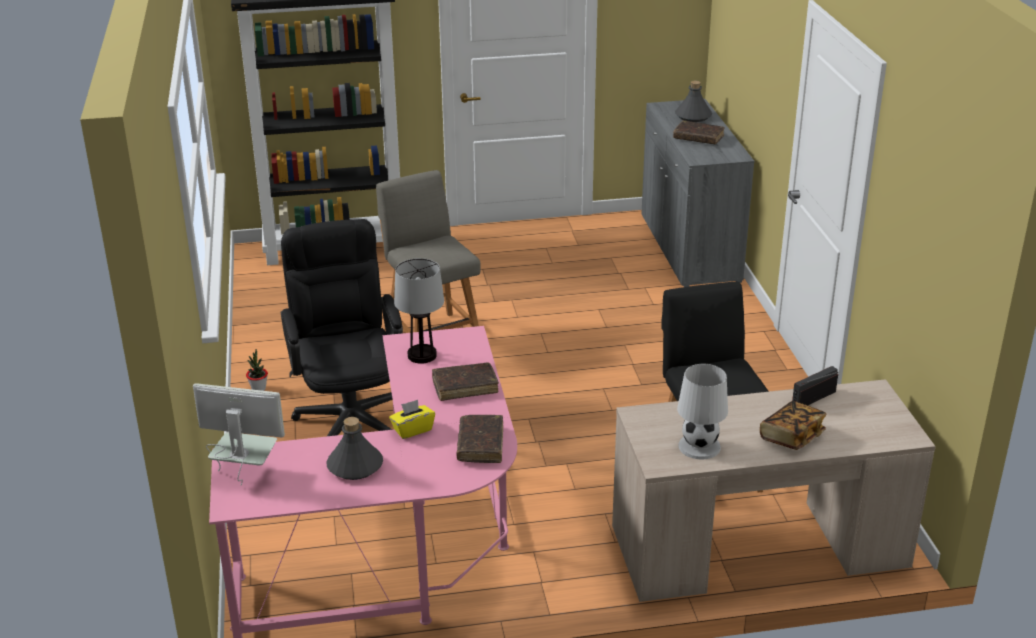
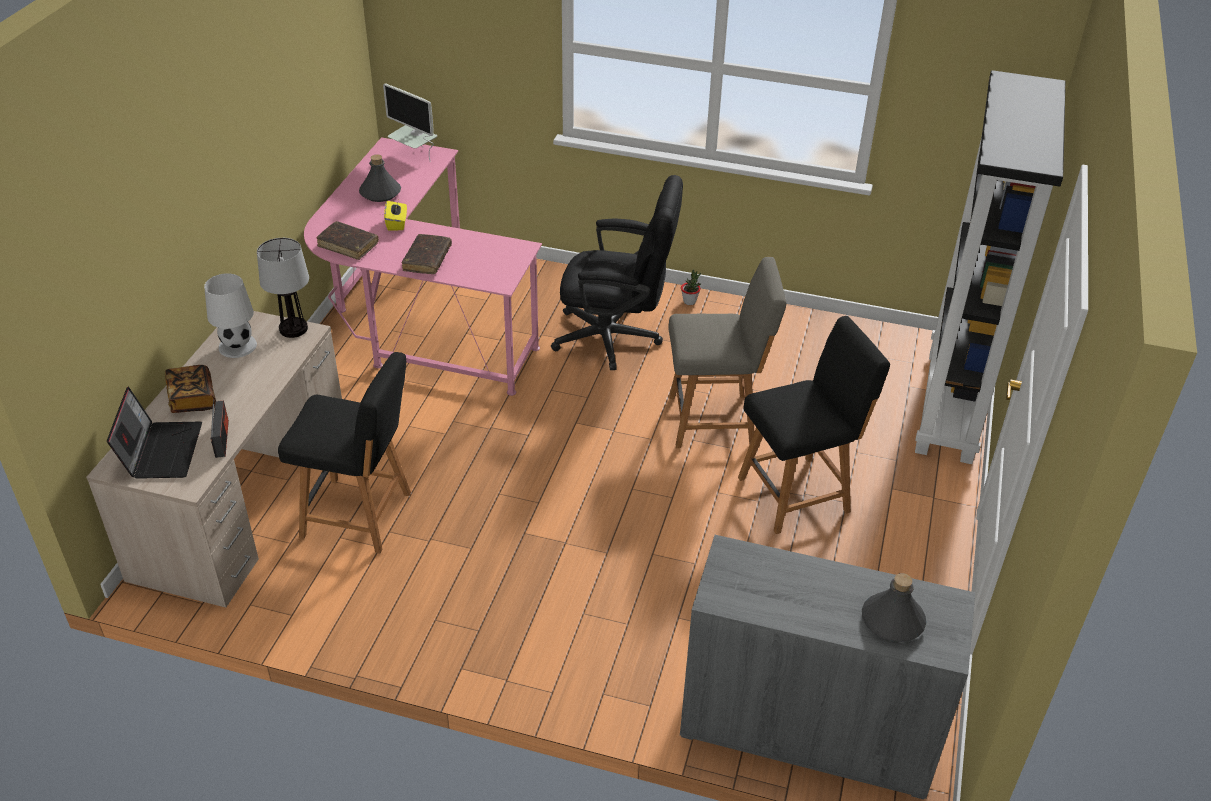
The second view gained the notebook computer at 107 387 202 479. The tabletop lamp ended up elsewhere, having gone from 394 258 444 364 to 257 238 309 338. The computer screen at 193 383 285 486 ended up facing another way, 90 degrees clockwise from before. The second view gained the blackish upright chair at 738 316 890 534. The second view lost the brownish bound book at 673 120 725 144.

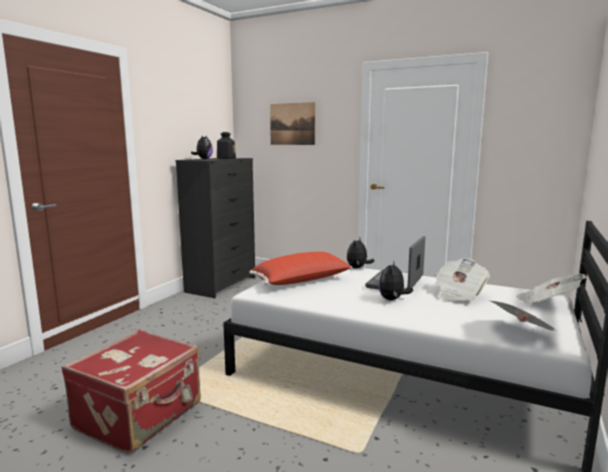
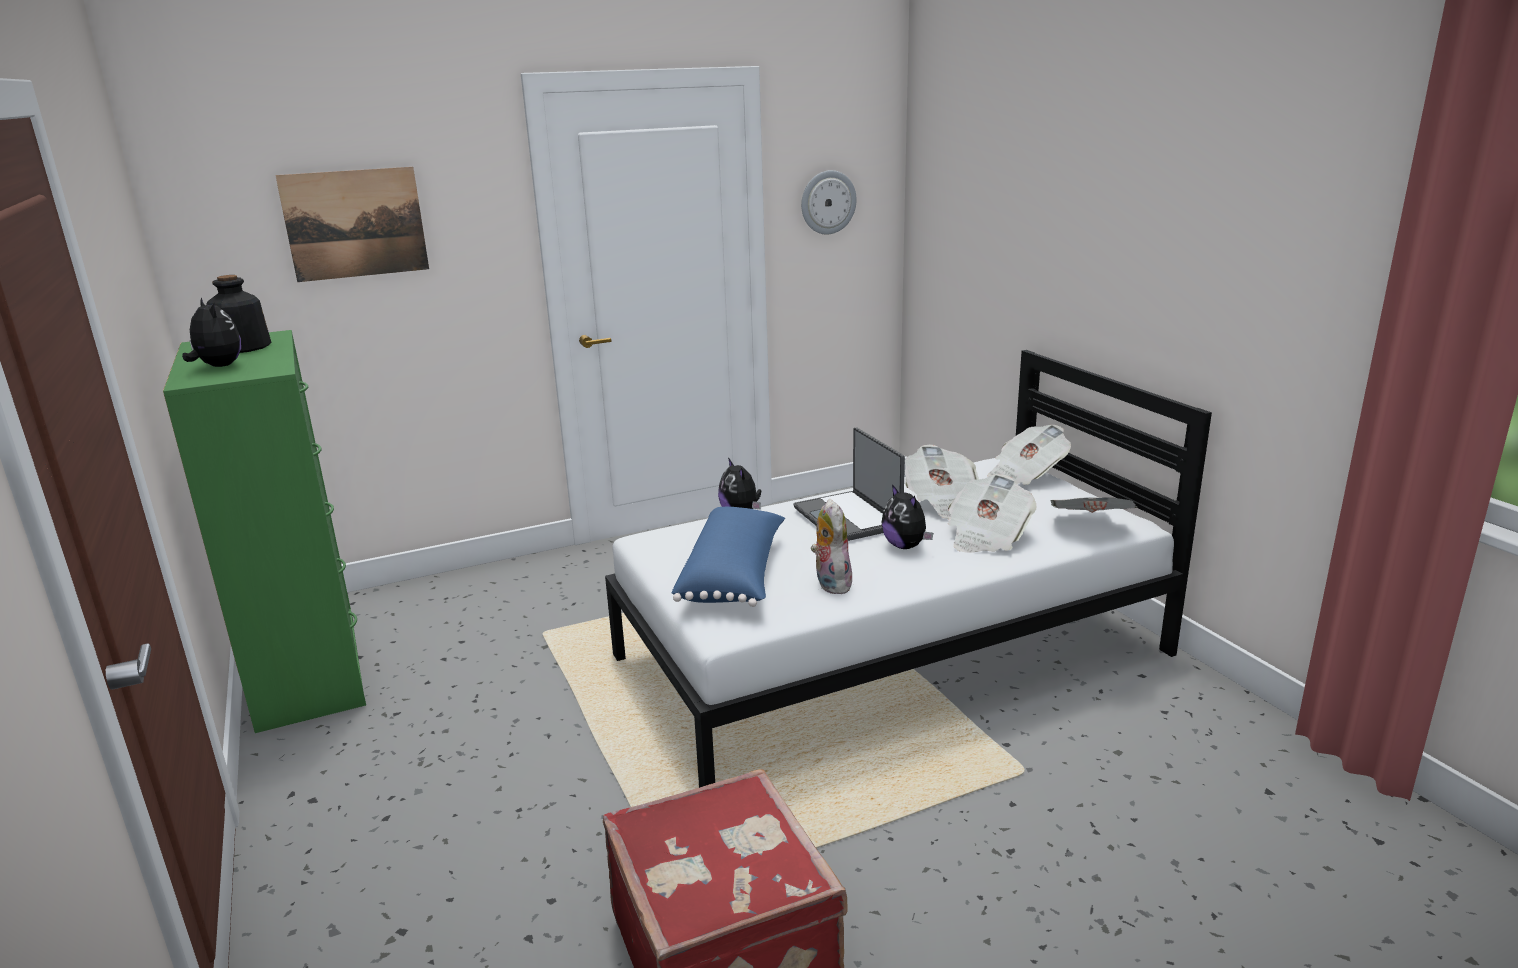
What was the blackish dresser at 175 158 255 298 turned into the greenish dresser at 163 330 366 733. What was the red-coloured throw pillow at 249 252 352 285 turned into the blue throw pillow at 671 507 785 607. The second view gained the clock on the wall at 801 170 857 235. The second view gained the plush toy at 811 499 852 594. The second view gained the daily paper at 948 474 1036 553.

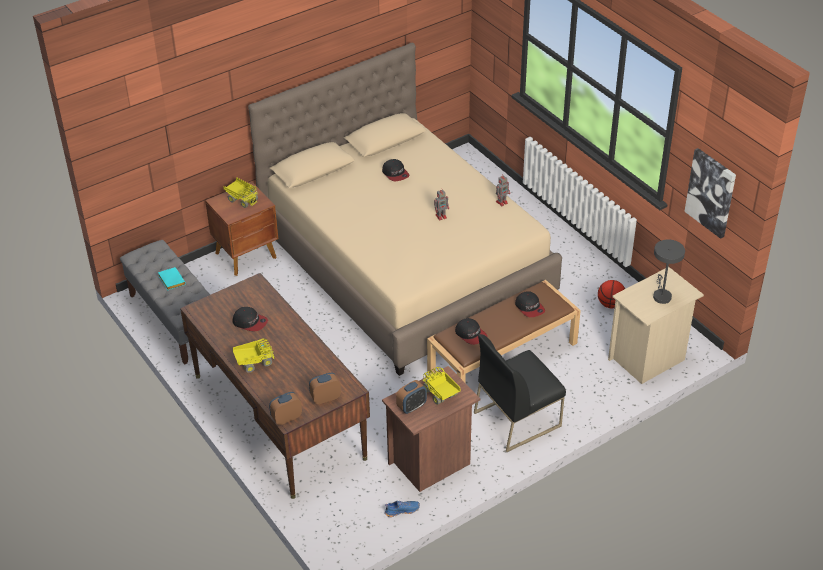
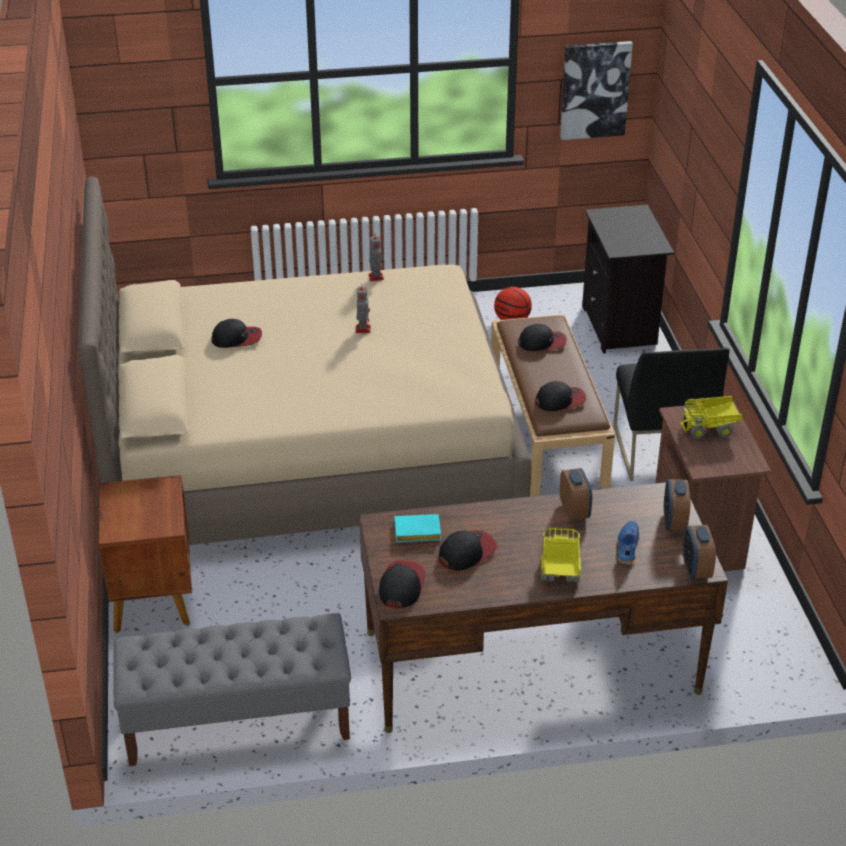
The second view gained the baseball cap at 379 560 425 608. The turquoise bound book ended up elsewhere, having gone from 158 267 186 290 to 395 514 441 542. The alarm clock ended up elsewhere, having gone from 396 380 427 414 to 560 468 592 520. What was the sand-coloured nightstand at 608 267 704 384 turned into the blackish nightstand at 582 205 674 354. The blue item of footwear ended up elsewhere, having gone from 385 501 420 517 to 617 521 639 565. The second view lost the toy truck at 224 177 258 208. The second view lost the grey tabletop lamp at 653 240 685 304.

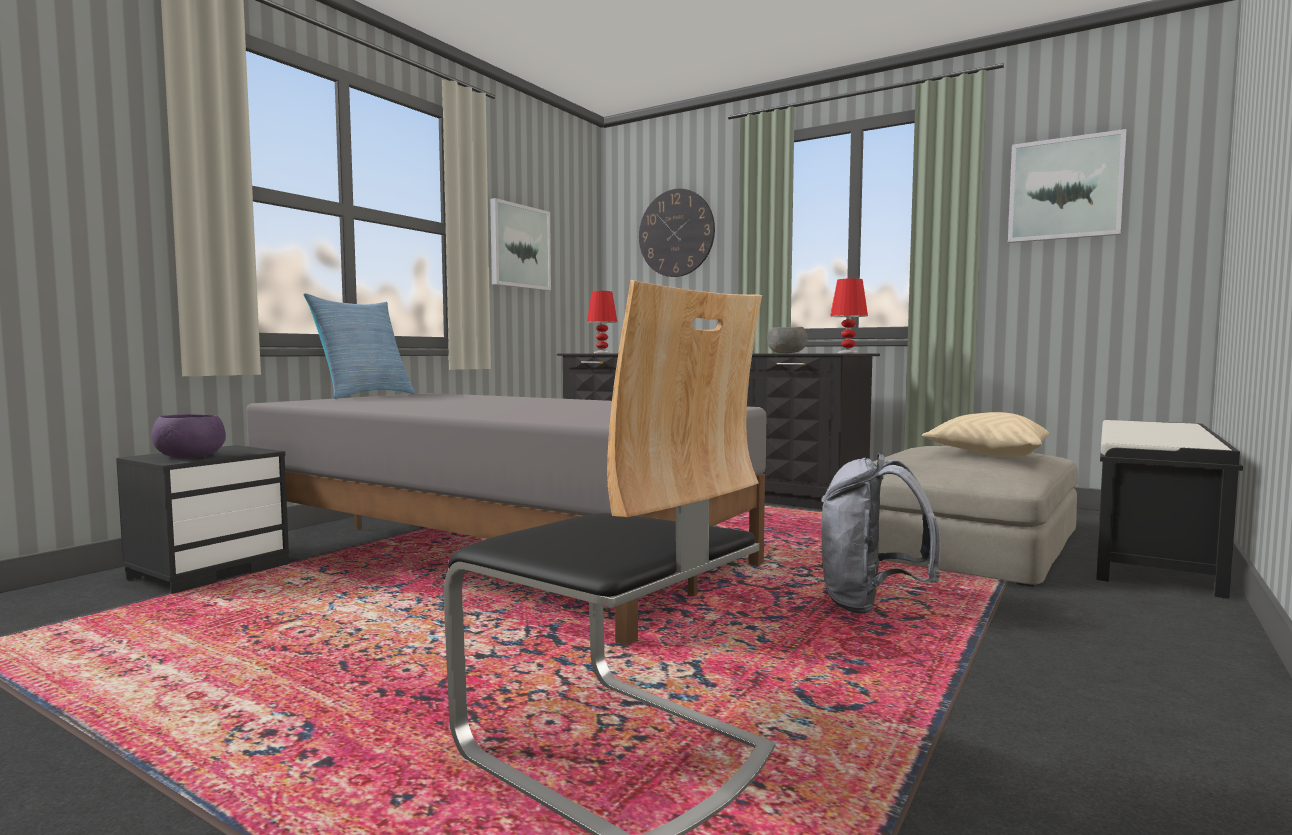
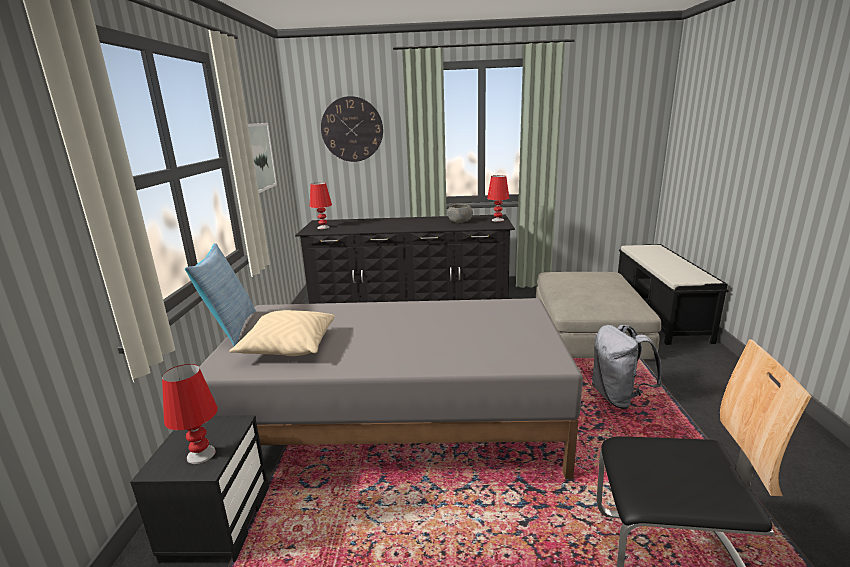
Where the purple-coloured deep dish stood at 151 414 226 458, the red-coloured tabletop lamp came to stand at 162 364 218 464. The sand-coloured throw pillow ended up elsewhere, having gone from 922 412 1049 457 to 229 310 335 356. The second view lost the picture at 1008 129 1127 243.

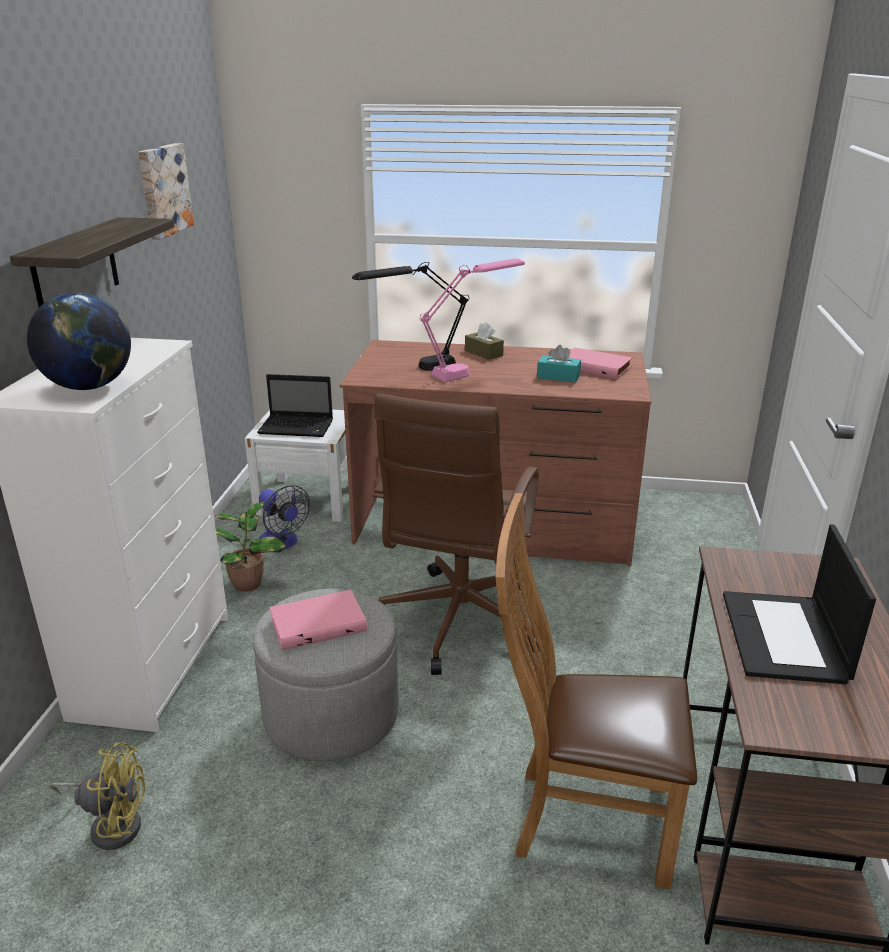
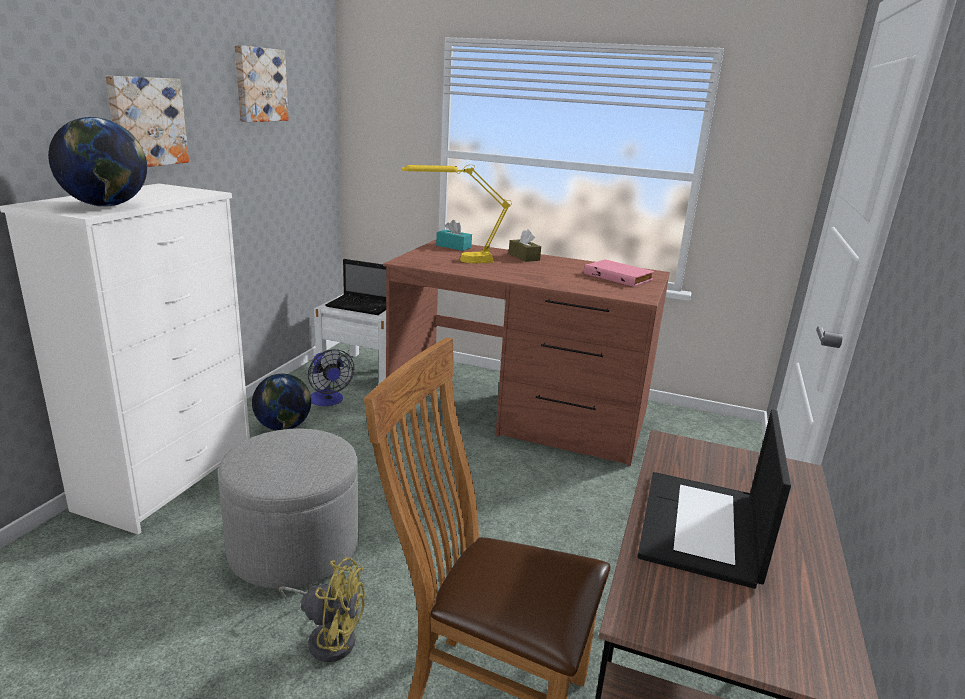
Where the bracket shelf hung at 10 217 175 307, the picture came to hang at 105 76 189 167. Where the potted plant stood at 215 502 286 592, the world globe came to stand at 252 374 311 430. The yellowish cooling fan ended up elsewhere, having gone from 50 742 145 850 to 279 557 365 662. What was the blackish tabletop lamp at 352 262 469 371 turned into the yellowish tabletop lamp at 402 165 512 263. The turquoise tissue box ended up elsewhere, having gone from 537 345 581 383 to 436 220 472 251. The second view lost the pink-coloured bound book at 270 590 367 651. The second view lost the brownish desk chair at 372 394 540 675. The second view lost the pink-coloured tabletop lamp at 420 258 525 382.

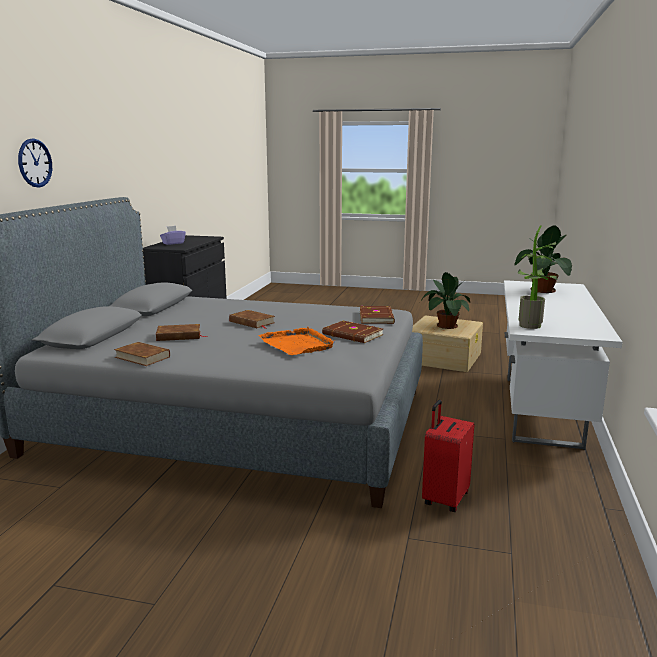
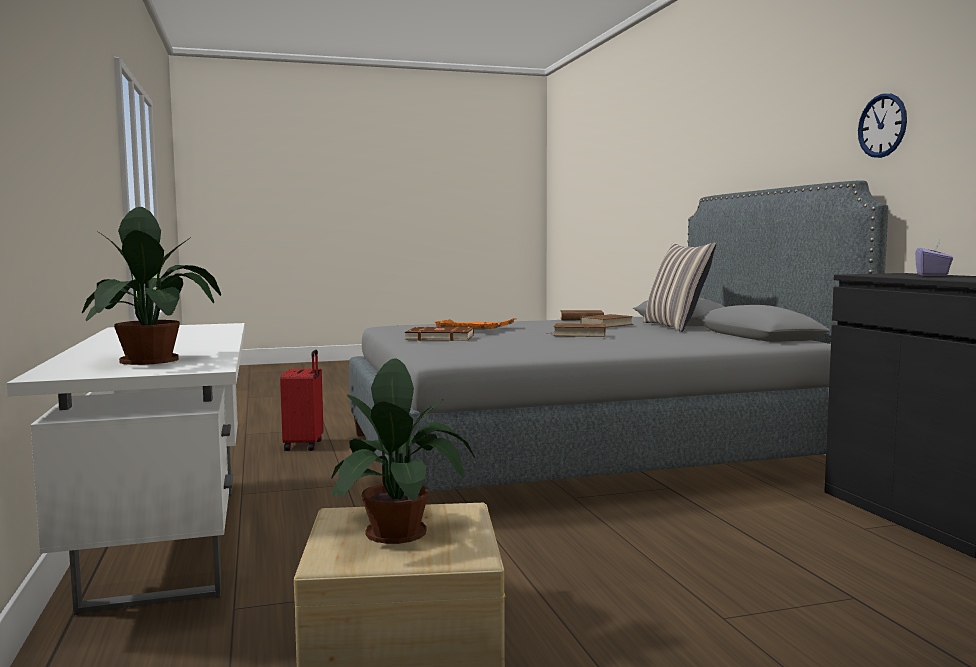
The second view gained the throw pillow at 643 243 716 332. The clock on the wall ended up elsewhere, having gone from 18 138 52 188 to 858 93 907 158. The second view lost the brownish bound book at 360 306 395 324. The second view lost the potted plant at 518 225 558 329.

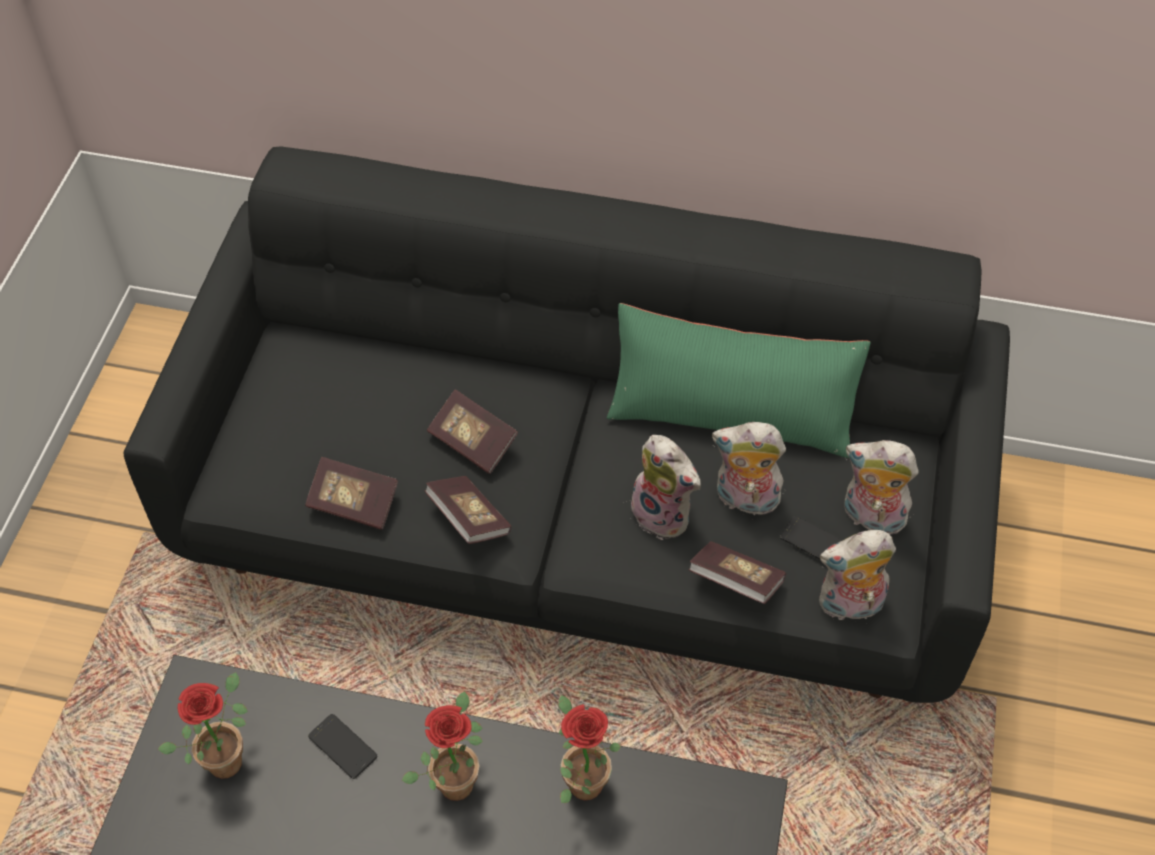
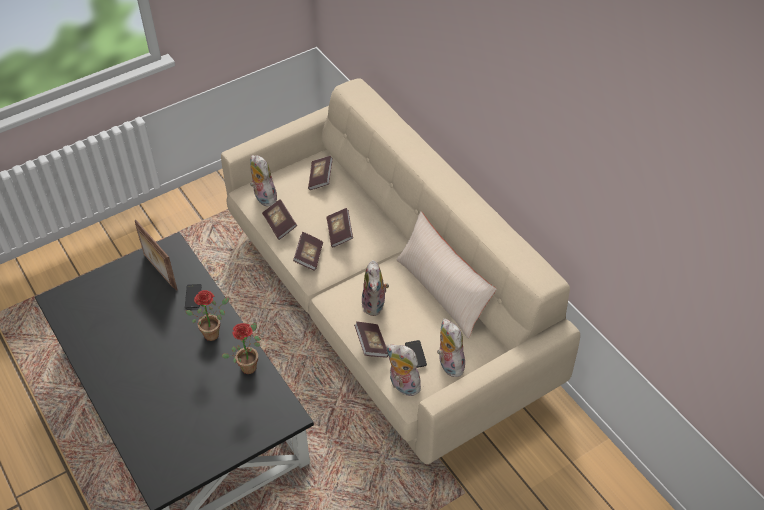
Where the potted plant stood at 158 672 248 779, the picture frame came to stand at 135 220 178 291. What was the blackish settee at 124 146 1010 703 turned into the sand-coloured settee at 221 78 580 464. The plush toy ended up elsewhere, having gone from 712 422 786 515 to 250 155 277 207. The second view gained the bound book at 308 156 333 190. What was the greenish throw pillow at 607 303 871 458 turned into the sand-coloured throw pillow at 396 211 497 339.

